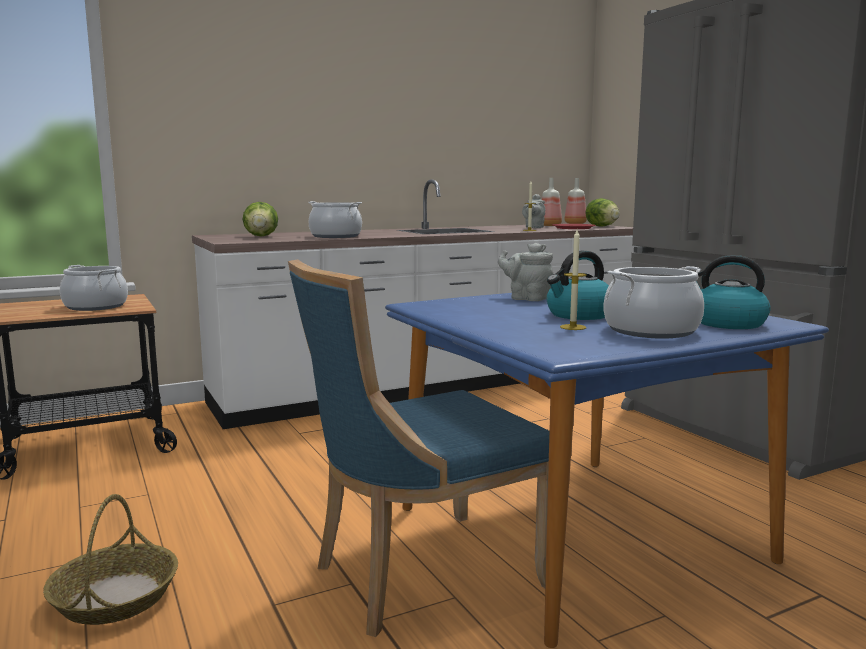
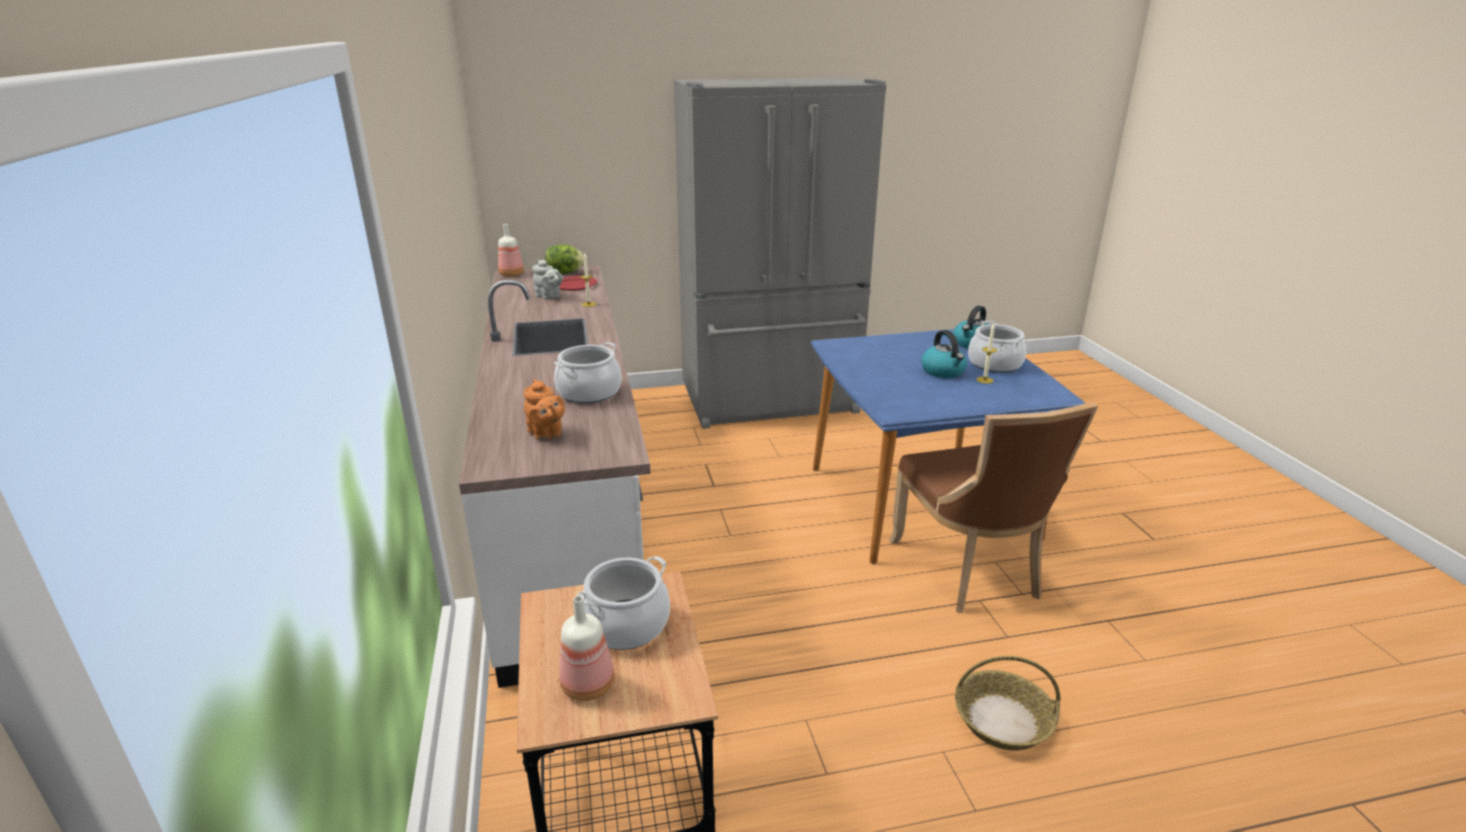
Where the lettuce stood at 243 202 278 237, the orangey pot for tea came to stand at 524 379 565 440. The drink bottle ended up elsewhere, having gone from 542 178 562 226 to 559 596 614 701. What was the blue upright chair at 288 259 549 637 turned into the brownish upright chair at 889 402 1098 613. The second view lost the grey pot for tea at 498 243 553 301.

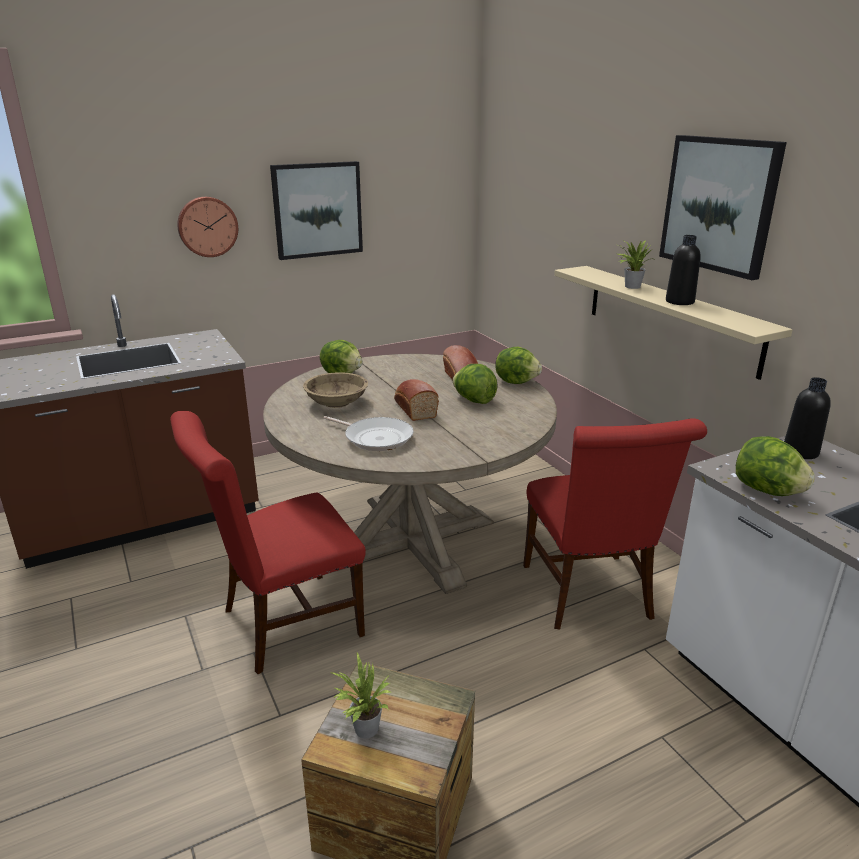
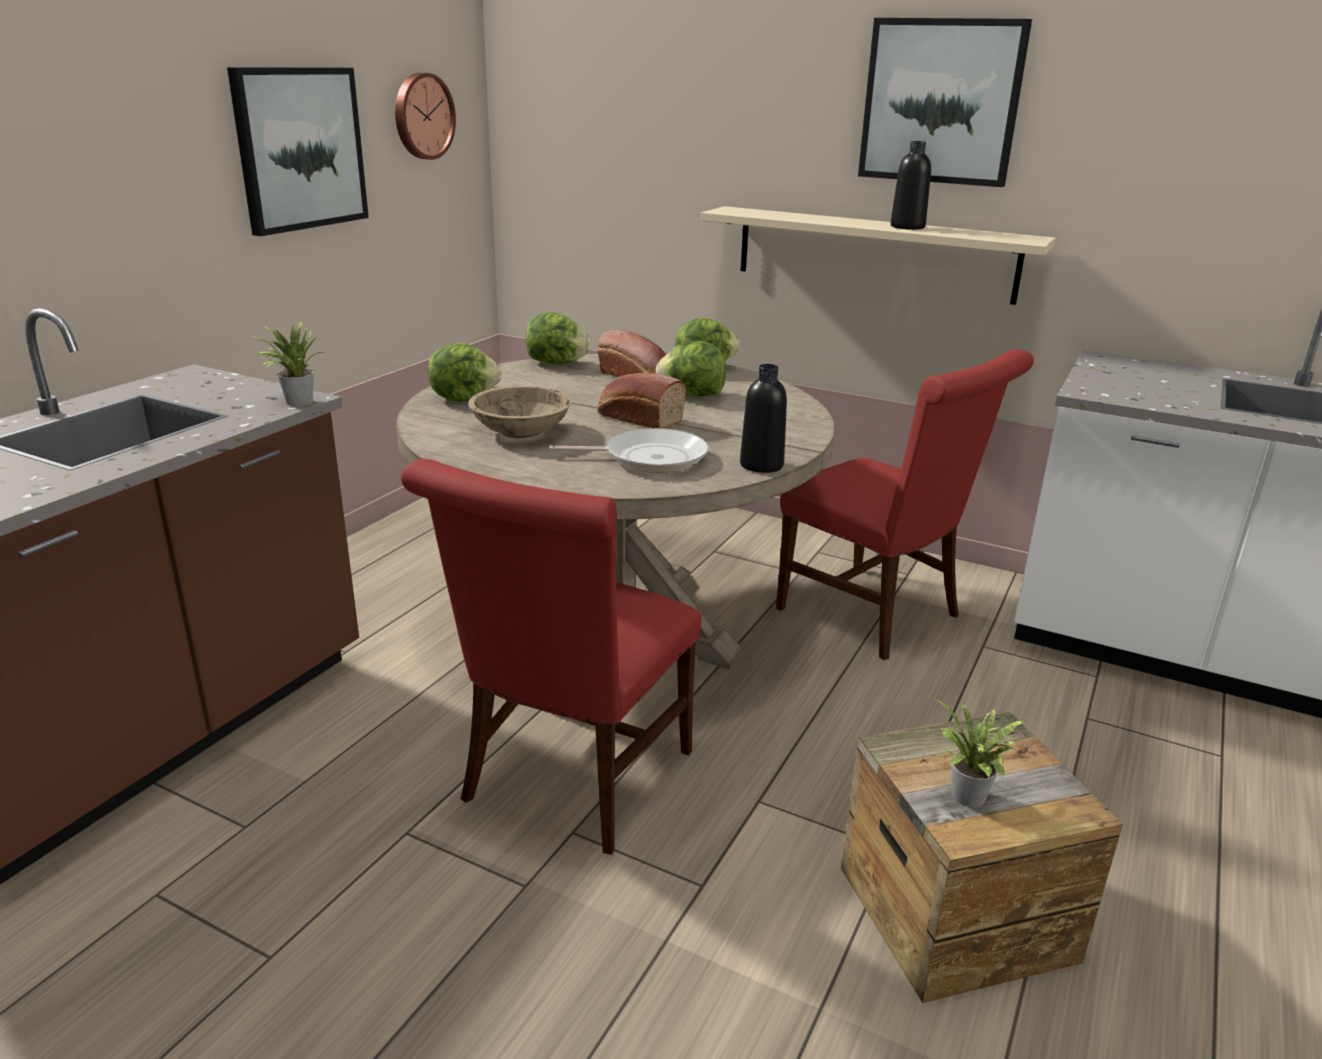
The potted plant ended up elsewhere, having gone from 617 240 653 289 to 255 322 324 406. The clock on the wall ended up elsewhere, having gone from 177 197 238 257 to 395 73 456 160. The lettuce ended up elsewhere, having gone from 736 436 815 496 to 526 312 591 364. The blackish drink bottle ended up elsewhere, having gone from 784 377 831 459 to 740 364 787 473.

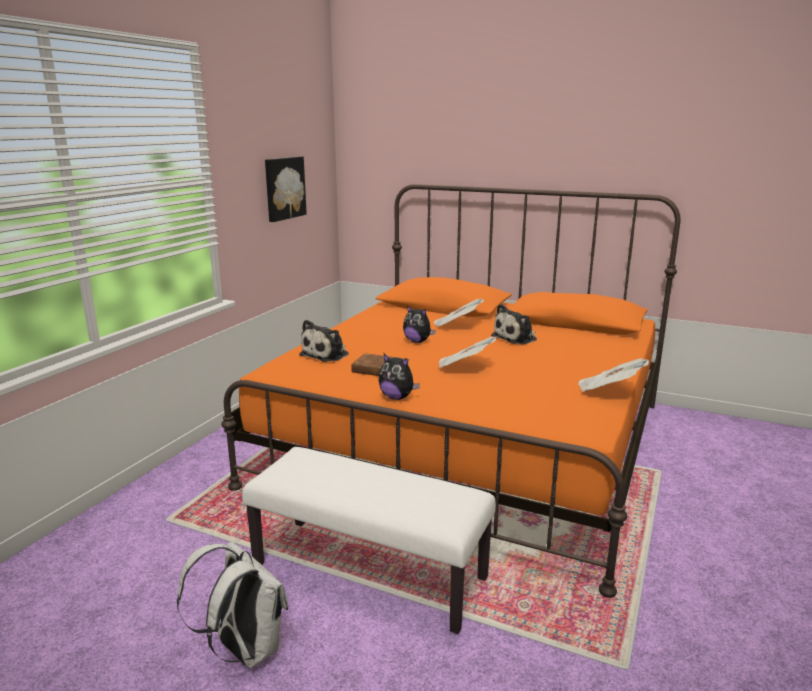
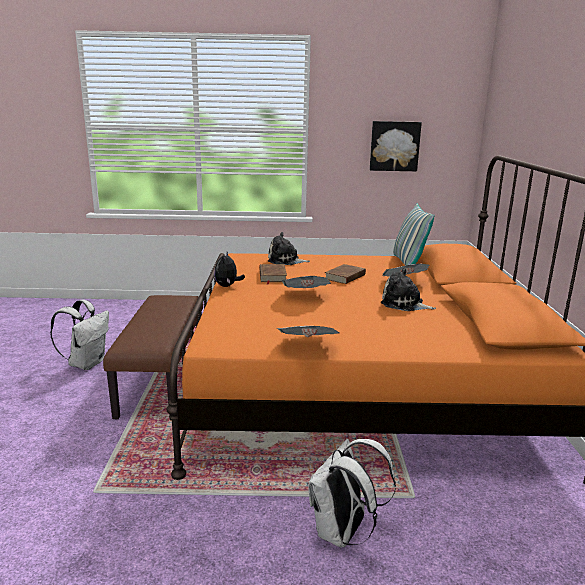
What was the whitish long seat at 242 447 496 634 turned into the brownish long seat at 103 295 203 420. The second view gained the whitish knapsack at 308 439 396 548. Where the plush toy stood at 403 305 436 343, the brownish bound book came to stand at 324 264 366 284. The second view gained the throw pillow at 393 203 435 265.

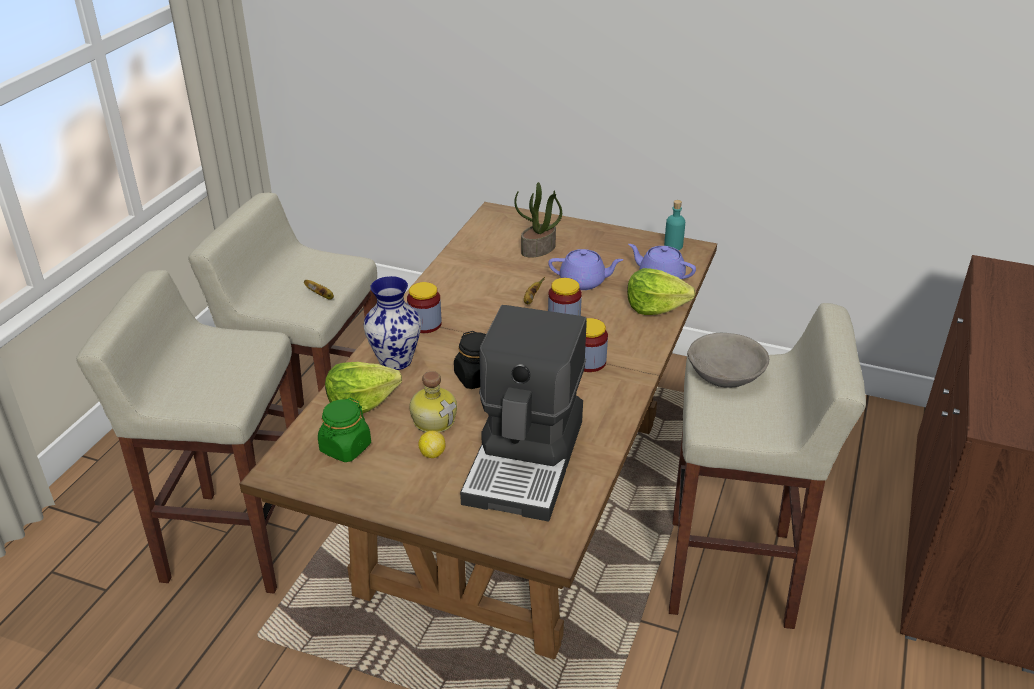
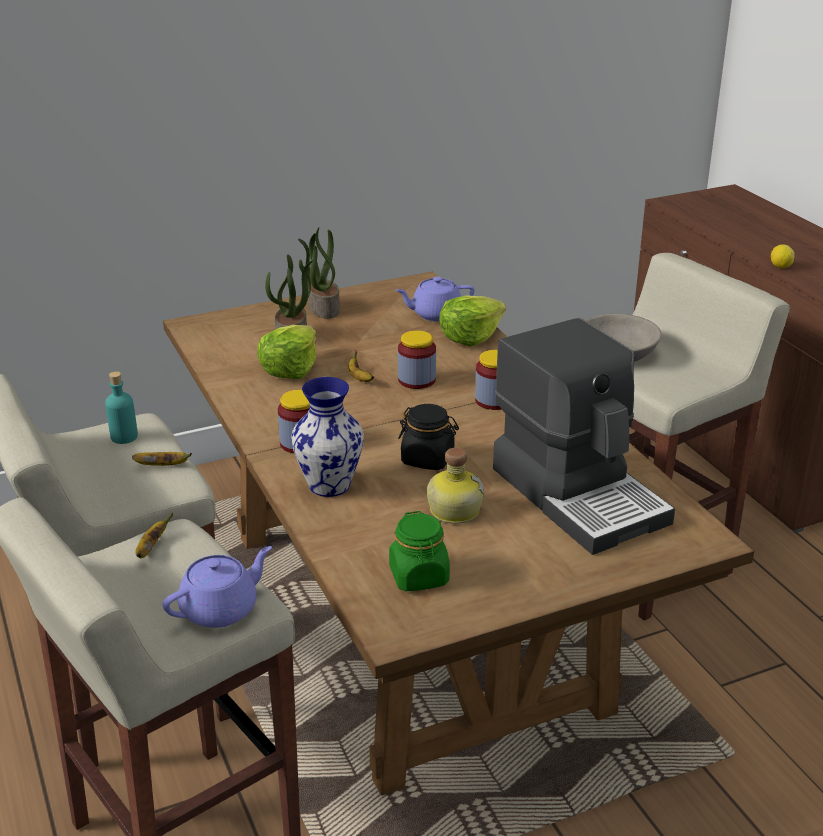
The turquoise drink bottle ended up elsewhere, having gone from 664 200 685 250 to 105 371 138 444. The second view gained the banana at 135 513 173 558. The purple-coloured pot for tea ended up elsewhere, having gone from 548 249 623 290 to 163 546 272 628. The lettuce ended up elsewhere, having gone from 325 362 402 413 to 257 325 316 379. The second view gained the potted plant at 298 227 340 319. The lemon ended up elsewhere, having gone from 418 431 446 458 to 771 245 795 268.

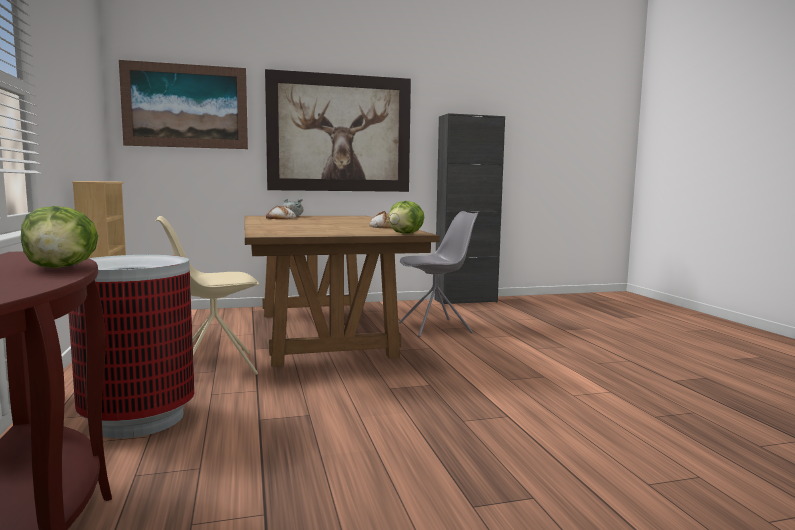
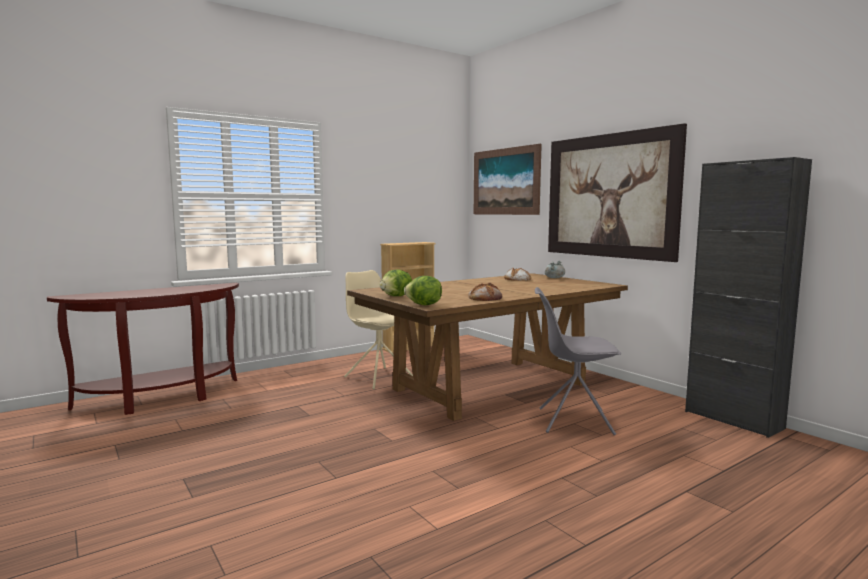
The lettuce ended up elsewhere, having gone from 21 206 98 268 to 380 270 412 296. The grey upright chair at 399 211 478 337 ended up facing another way, 135 degrees clockwise from before. The second view lost the trash can at 68 255 195 438.

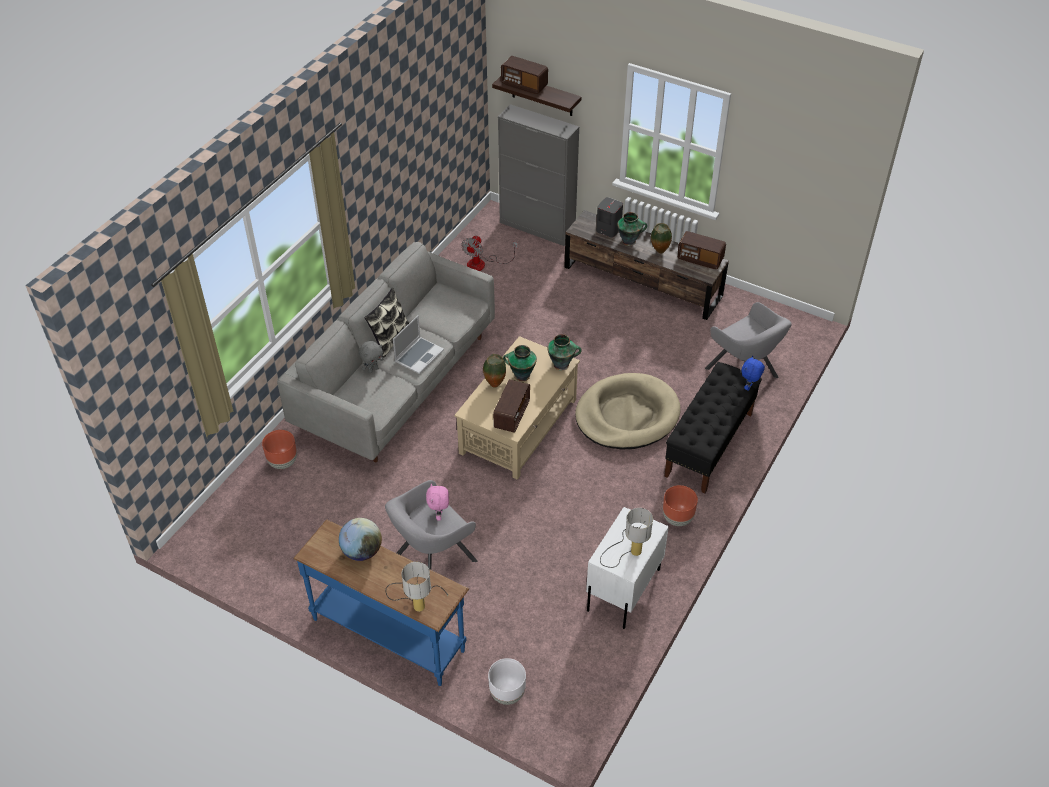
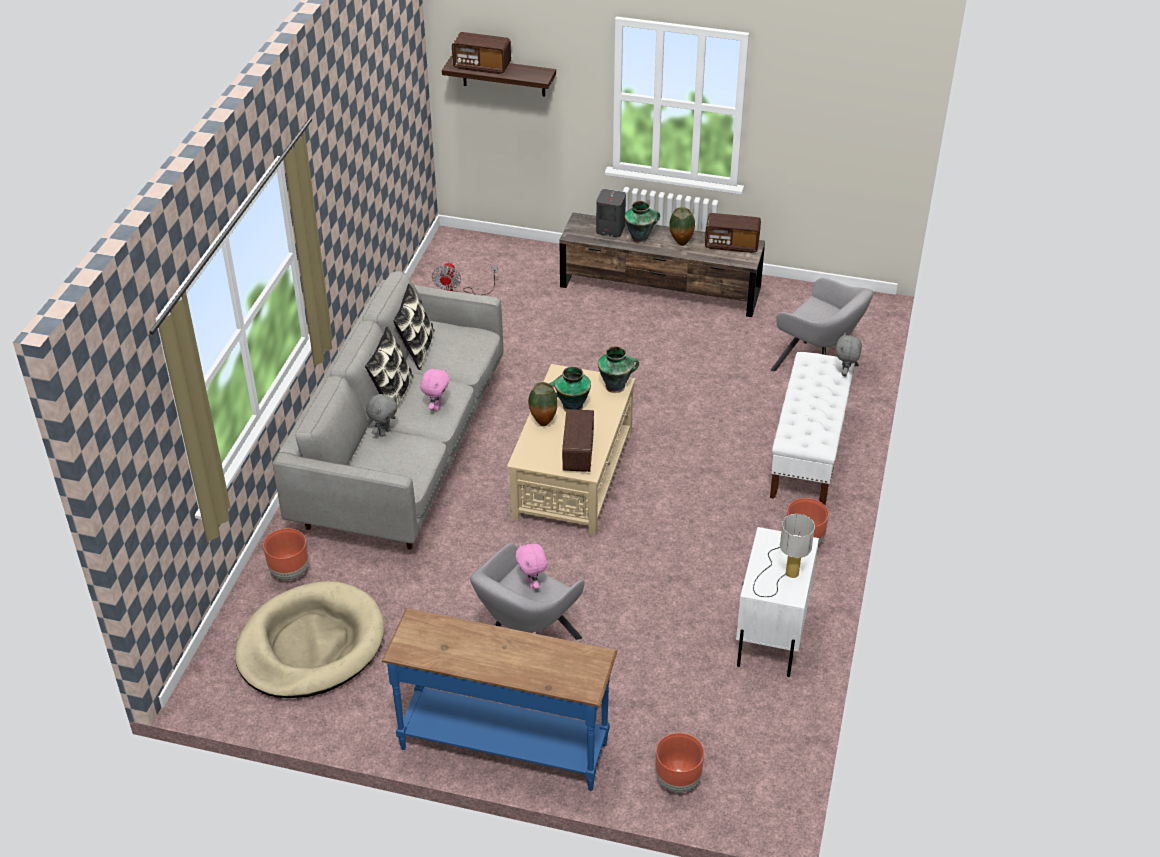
The sand-coloured dog bed ended up elsewhere, having gone from 575 373 681 450 to 235 581 384 698. The second view gained the throw pillow at 393 284 435 370. Where the notebook computer stood at 393 315 444 374, the pink-coloured plush toy came to stand at 420 368 450 411. What was the whitish planter at 488 658 526 705 turned into the brownish planter at 656 733 704 793. What was the blackish long seat at 664 362 762 494 turned into the whitish long seat at 770 352 855 506. What was the blue plush toy at 741 356 765 391 turned into the grey plush toy at 836 332 862 377. The second view lost the world globe at 339 518 382 561. The second view lost the tabletop lamp at 385 562 448 612. The second view lost the grey cabinet at 498 104 579 246.

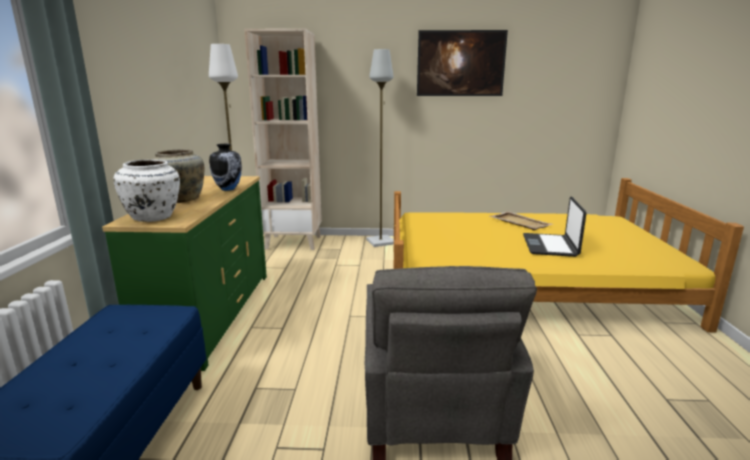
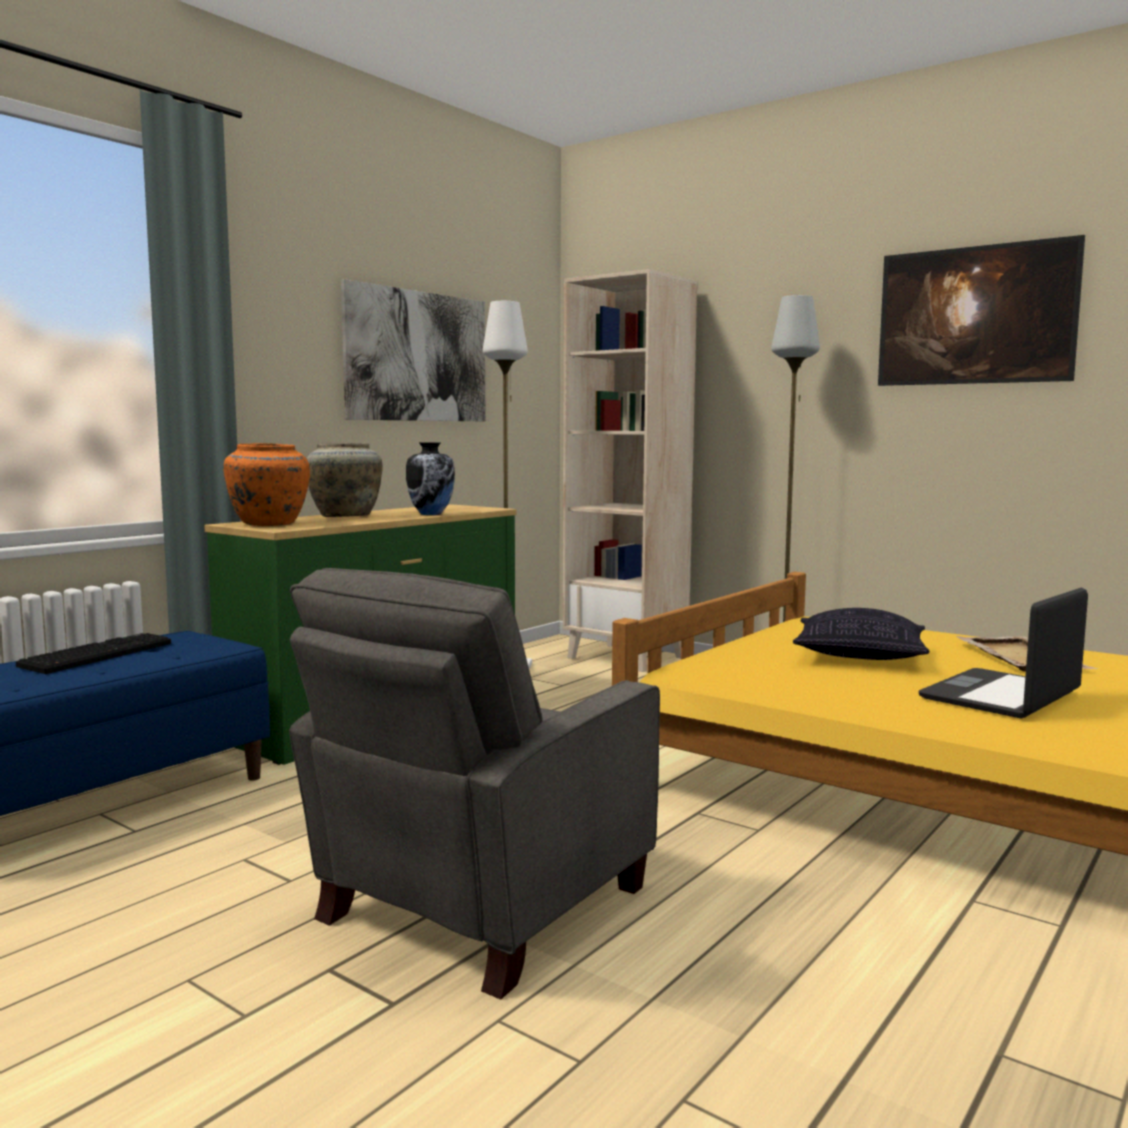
The second view gained the PC keyboard at 16 633 171 674. What was the whitish flower vase at 113 160 180 222 turned into the orangey flower vase at 223 443 310 526. The second view gained the picture at 341 279 486 421. The second view gained the throw pillow at 793 608 930 660.

